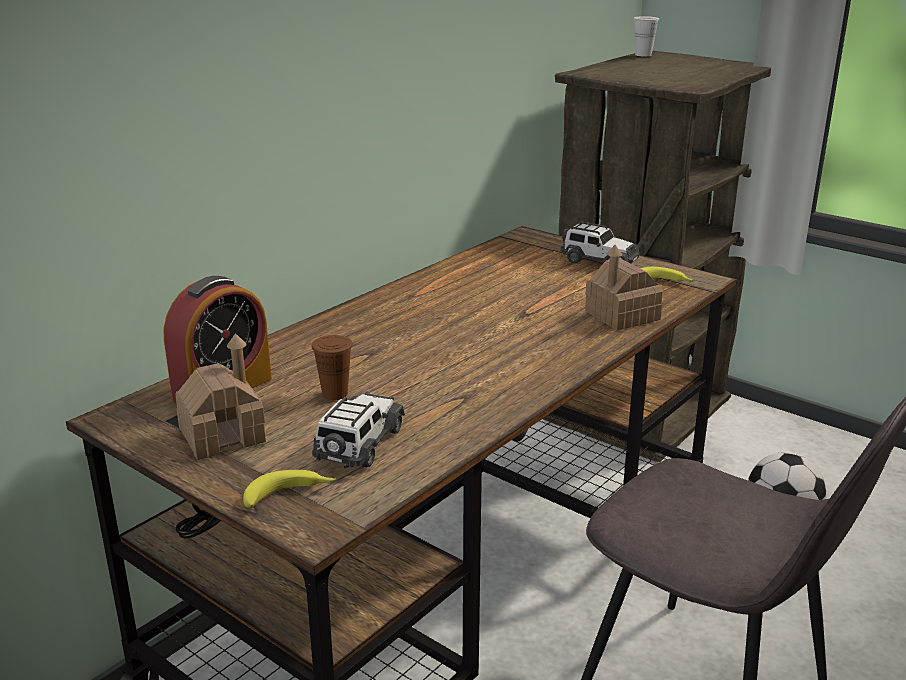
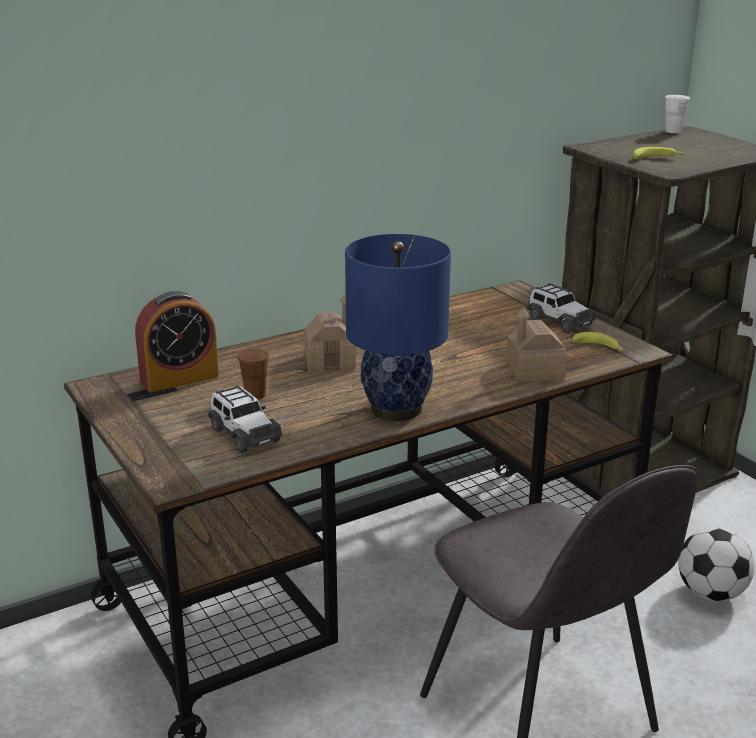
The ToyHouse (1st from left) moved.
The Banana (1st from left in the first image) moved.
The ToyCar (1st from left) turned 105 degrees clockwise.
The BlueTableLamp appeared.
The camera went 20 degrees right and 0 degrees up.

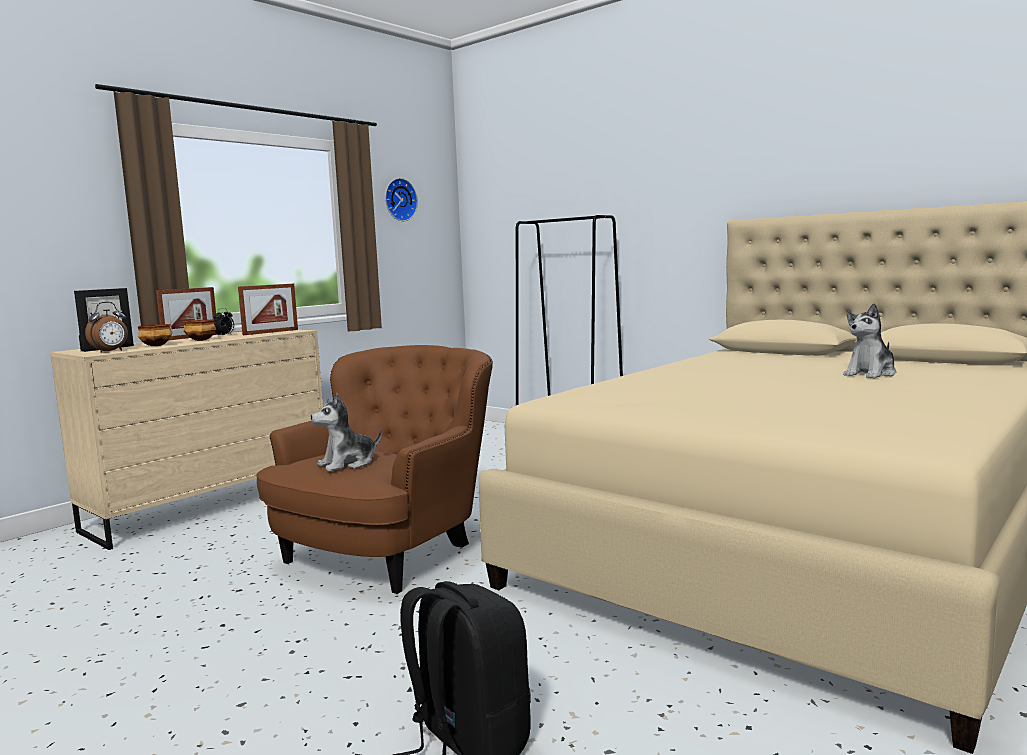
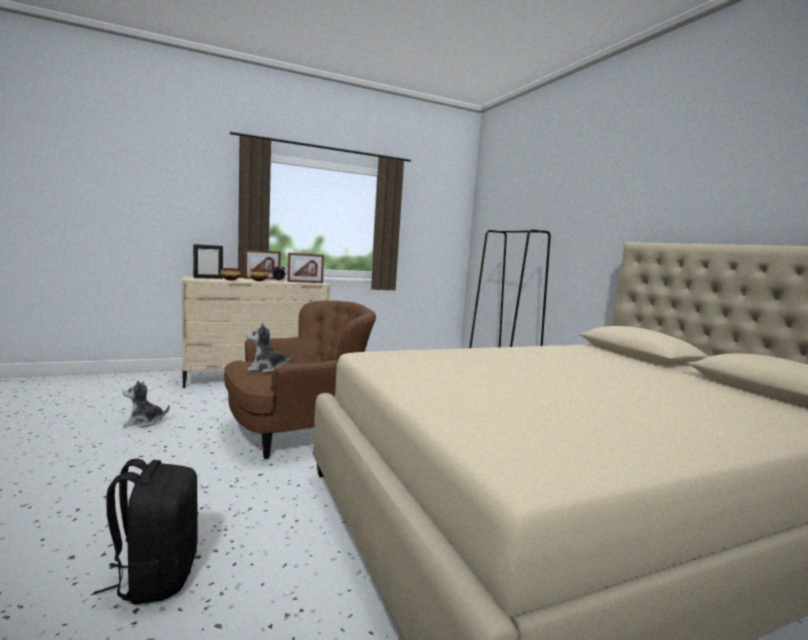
The AlarmClock (1st from left) disappeared.
The WallClock disappeared.
The PlushToy (2nd from left in the first image) moved.
The camera went 25 degrees right and 0 degrees up.

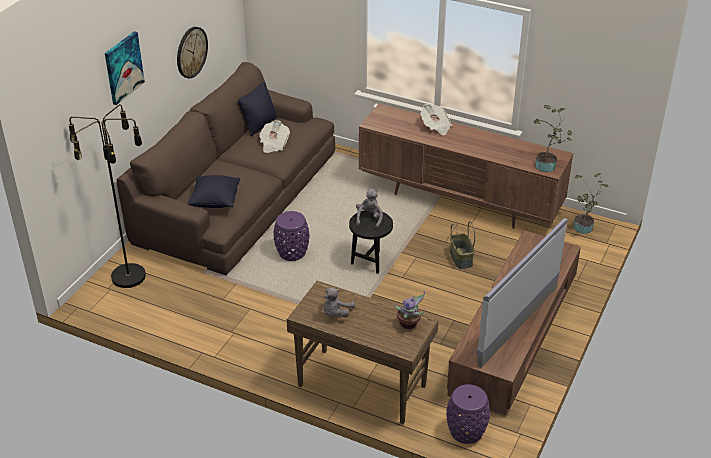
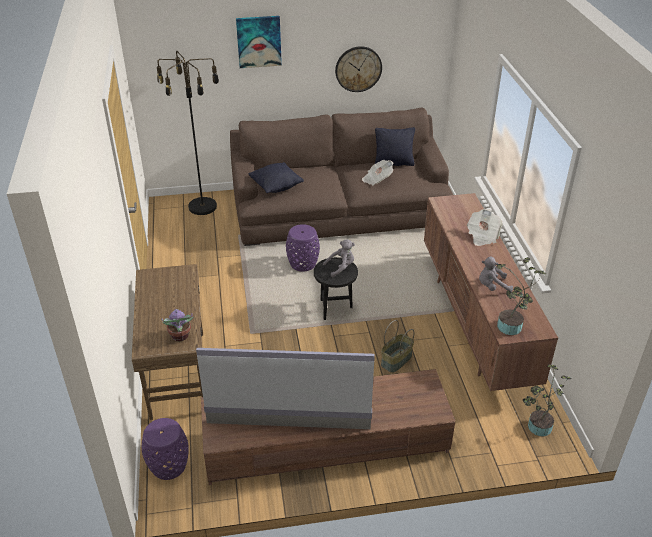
The GreyPlushToy (1st from left in the first image) moved.
The camera went 55 degrees right and 0 degrees up.

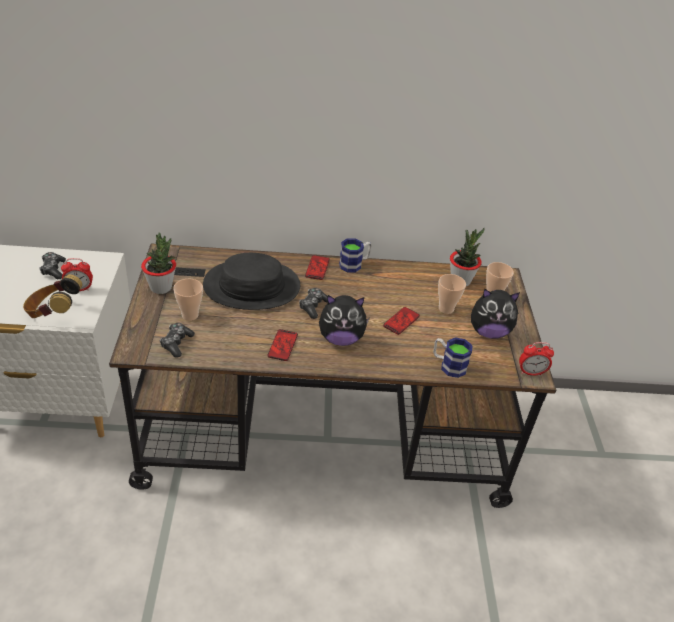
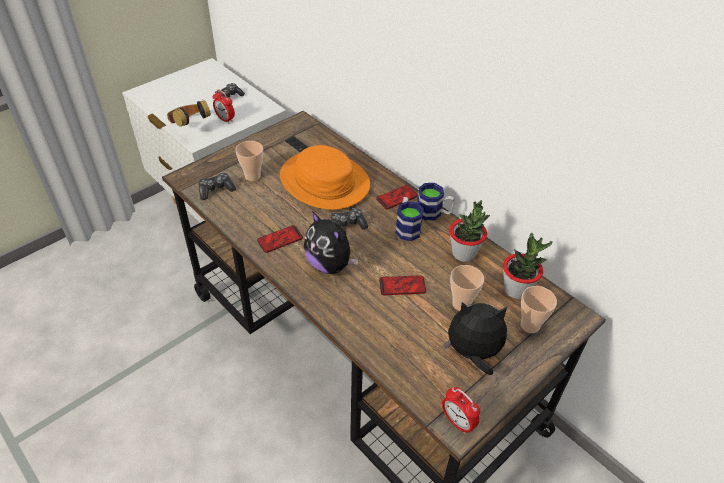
The PottedPlant (1st from left) moved.
The BlackHat became the OrangeHat.
The Mug (2nd from left in the first image) moved.
The PlushToy (2nd from left) turned 135 degrees clockwise.
The camera went 50 degrees right and 5 degrees up.

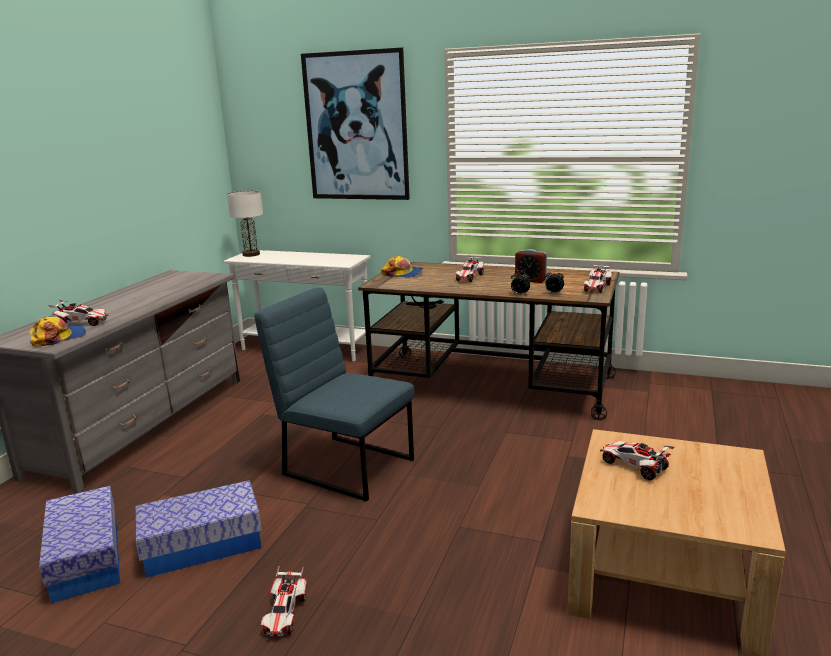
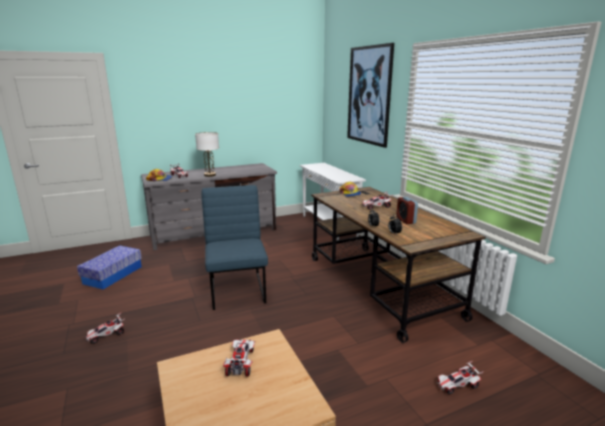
The StorageBox (2nd from left) disappeared.
The TableLamp moved.
The ToyCar (4th from left in the first image) moved.
The camera went 45 degrees right and 0 degrees up.

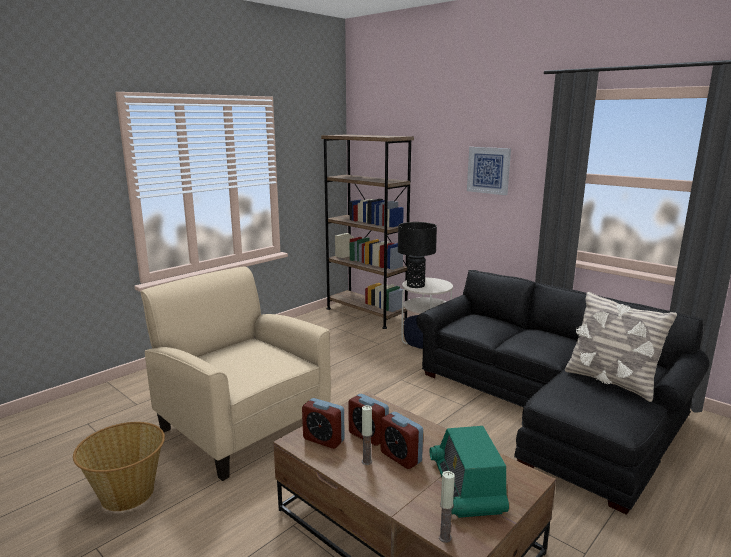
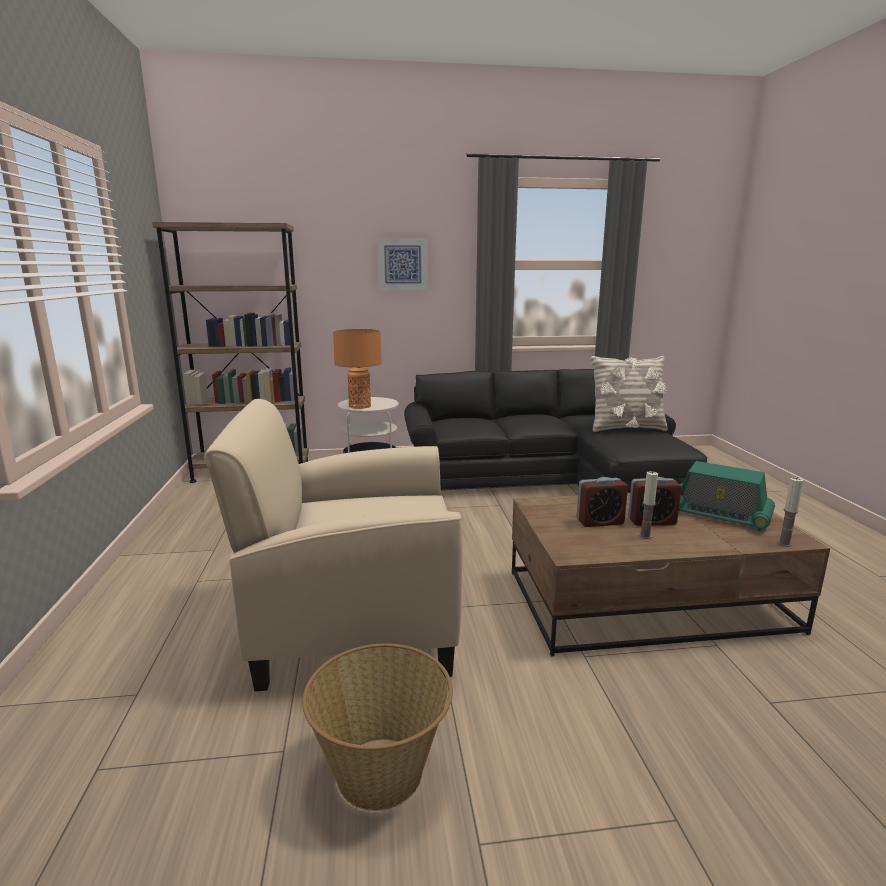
The AlarmClock (1st from left) disappeared.
The BlackTableLamp became the OrangeTableLamp.
The camera went 50 degrees left and 0 degrees up.

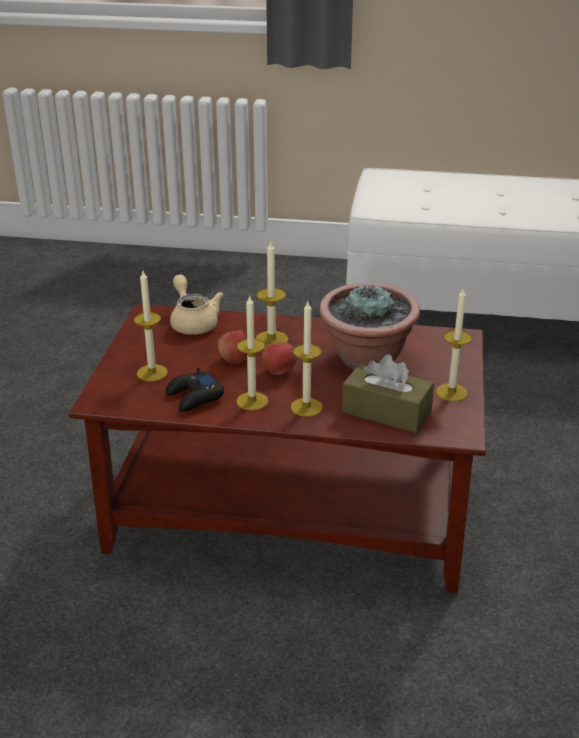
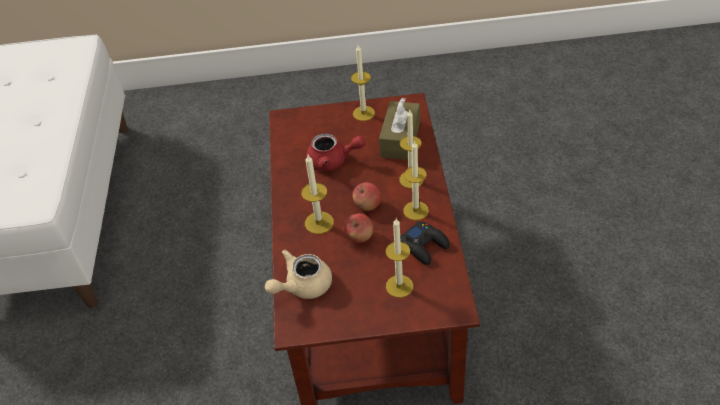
The PottedPlant was replaced by the RedTeapot.
The camera went 100 degrees left and 15 degrees up.

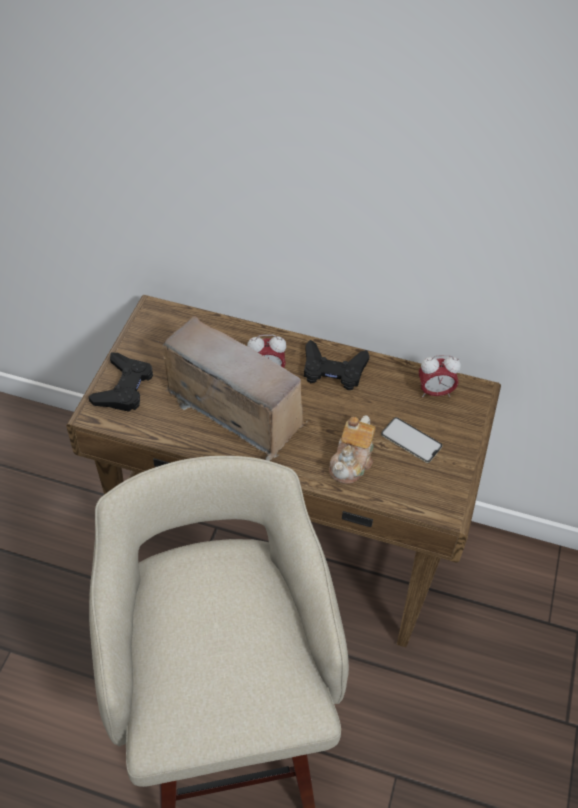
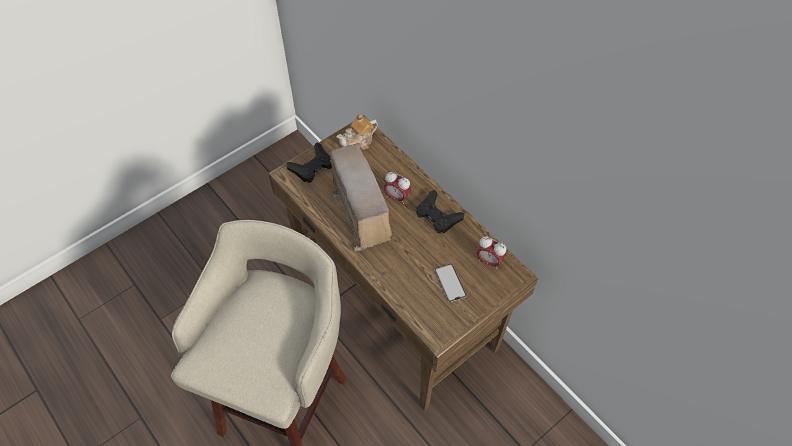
The Teapot moved.
The camera went 35 degrees right and 5 degrees up.

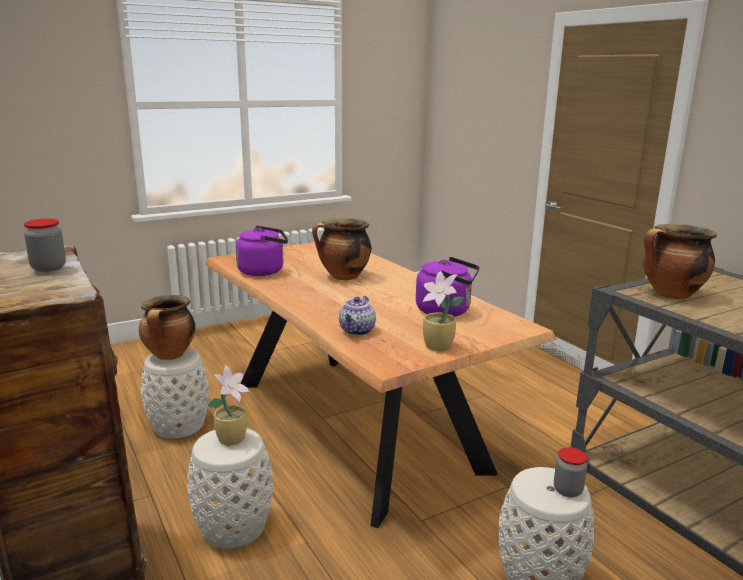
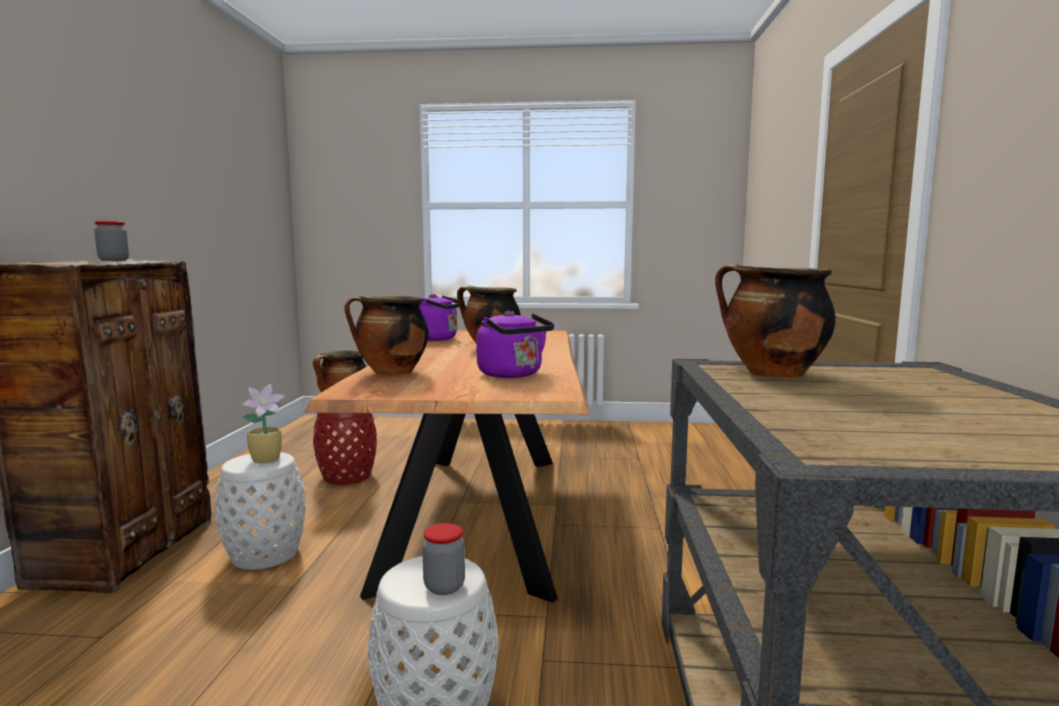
The WhiteStool (1st from left) became the RedStool.
The Teapot was replaced by the CookingPot (2nd from left).
The PottedPlant (2nd from left) disappeared.
The camera went 35 degrees right and 10 degrees down.

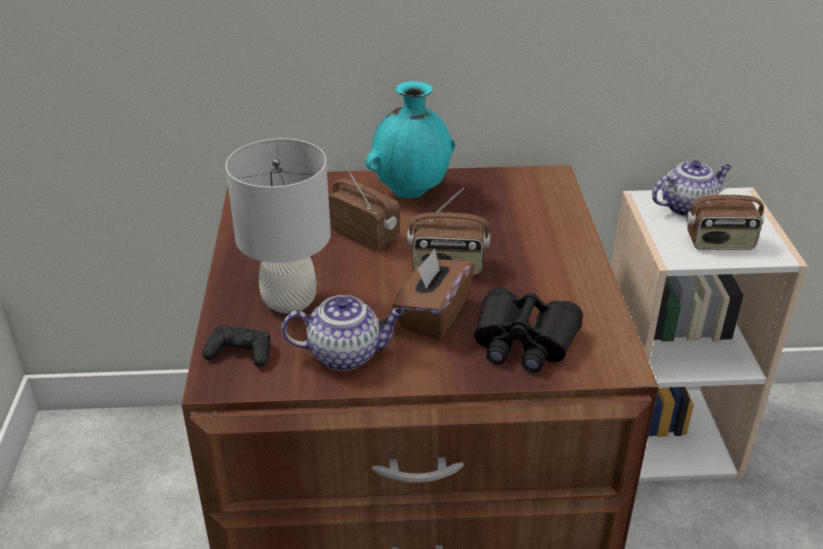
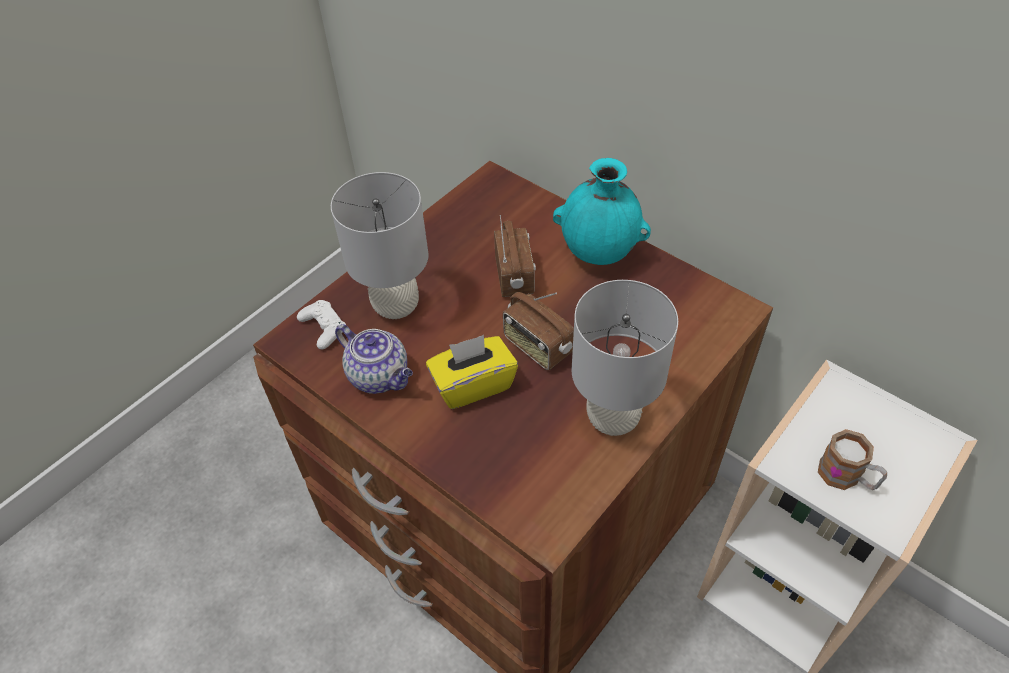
The BlackGameController became the WhiteGameController.
The BrownTissueBox became the YellowTissueBox.
The BlackBinoculars disappeared.
The Teapot (2nd from left) disappeared.
The Radio (3rd from left) was replaced by the Mug.
The GreyTableLamp (2nd from left) appeared.
The camera went 45 degrees right and 15 degrees up.

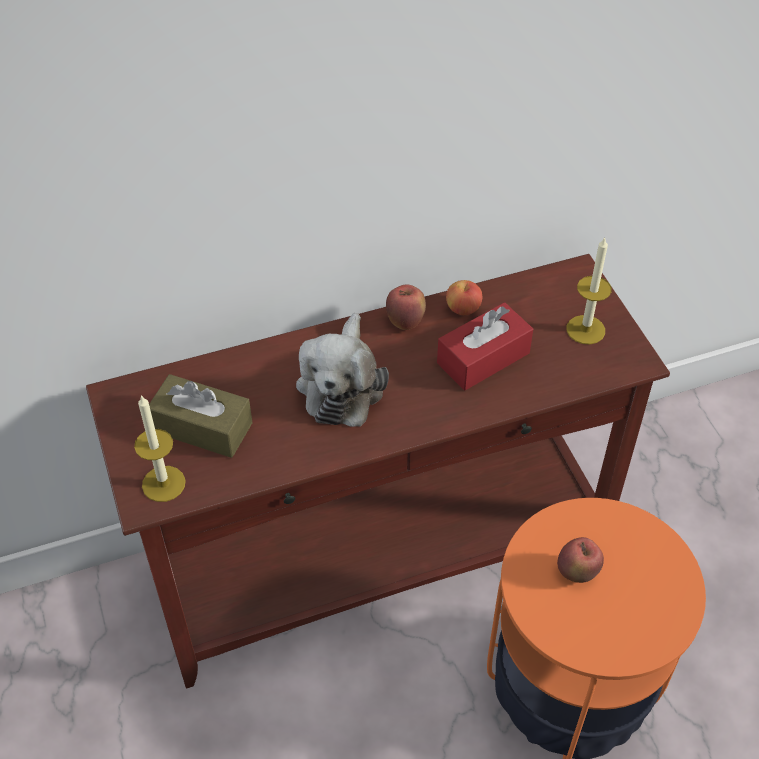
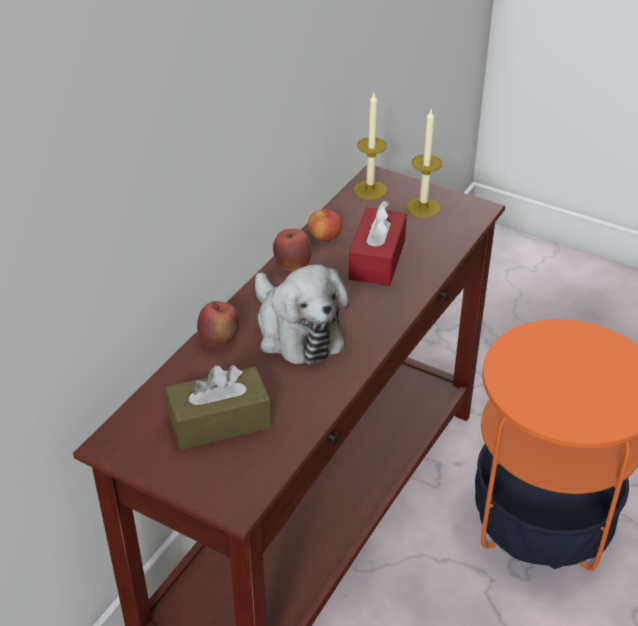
The Candle (1st from left) moved.
The Apple (3rd from left in the first image) moved.
The camera went 40 degrees left and 10 degrees down.

